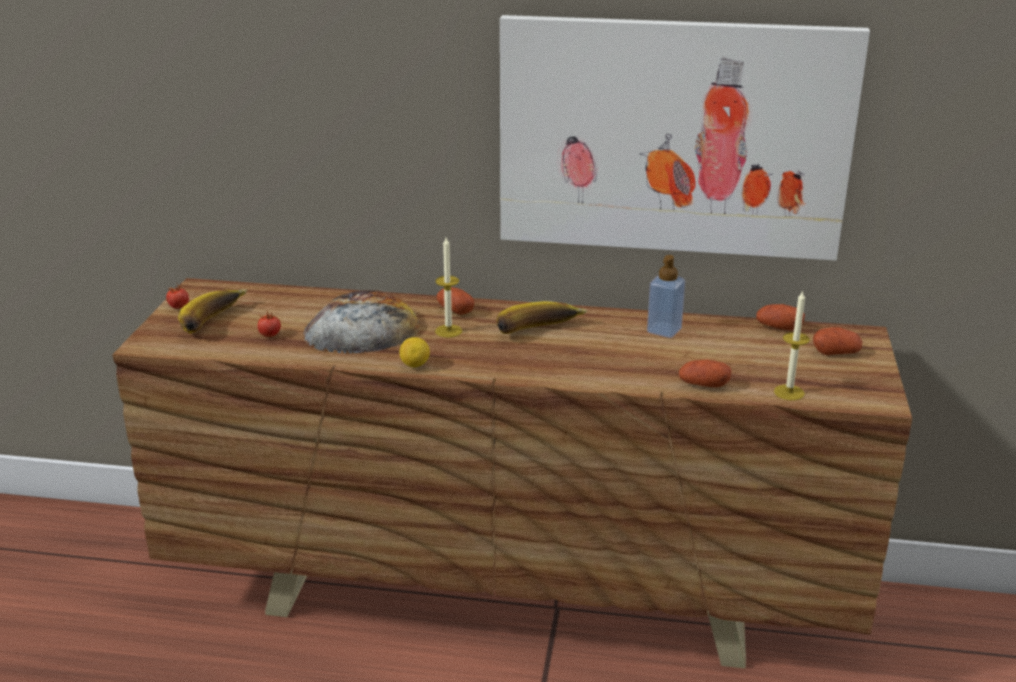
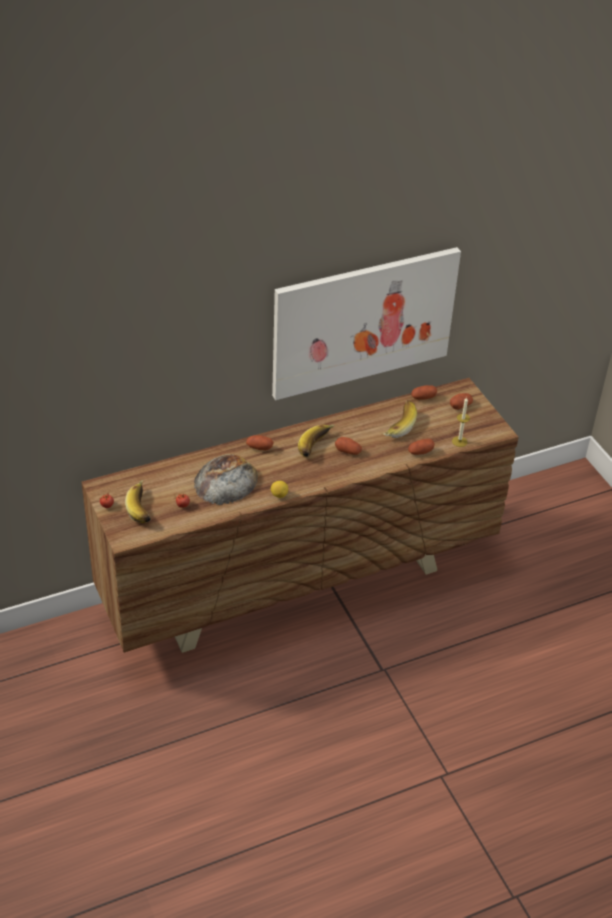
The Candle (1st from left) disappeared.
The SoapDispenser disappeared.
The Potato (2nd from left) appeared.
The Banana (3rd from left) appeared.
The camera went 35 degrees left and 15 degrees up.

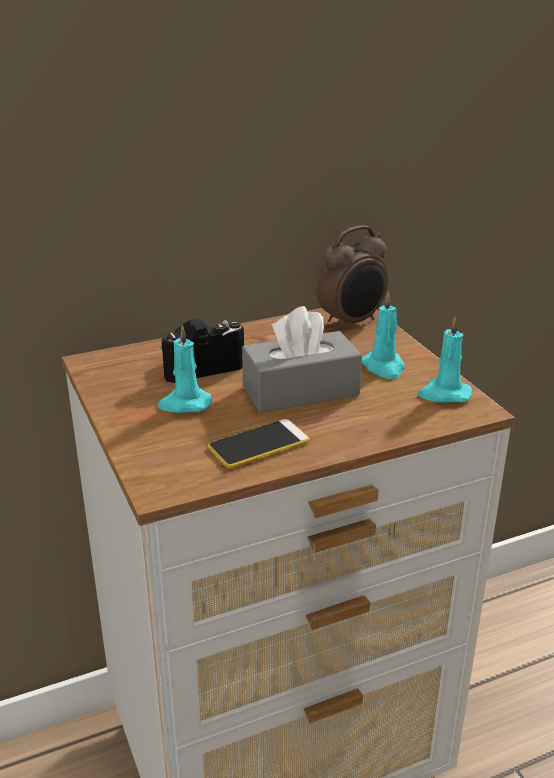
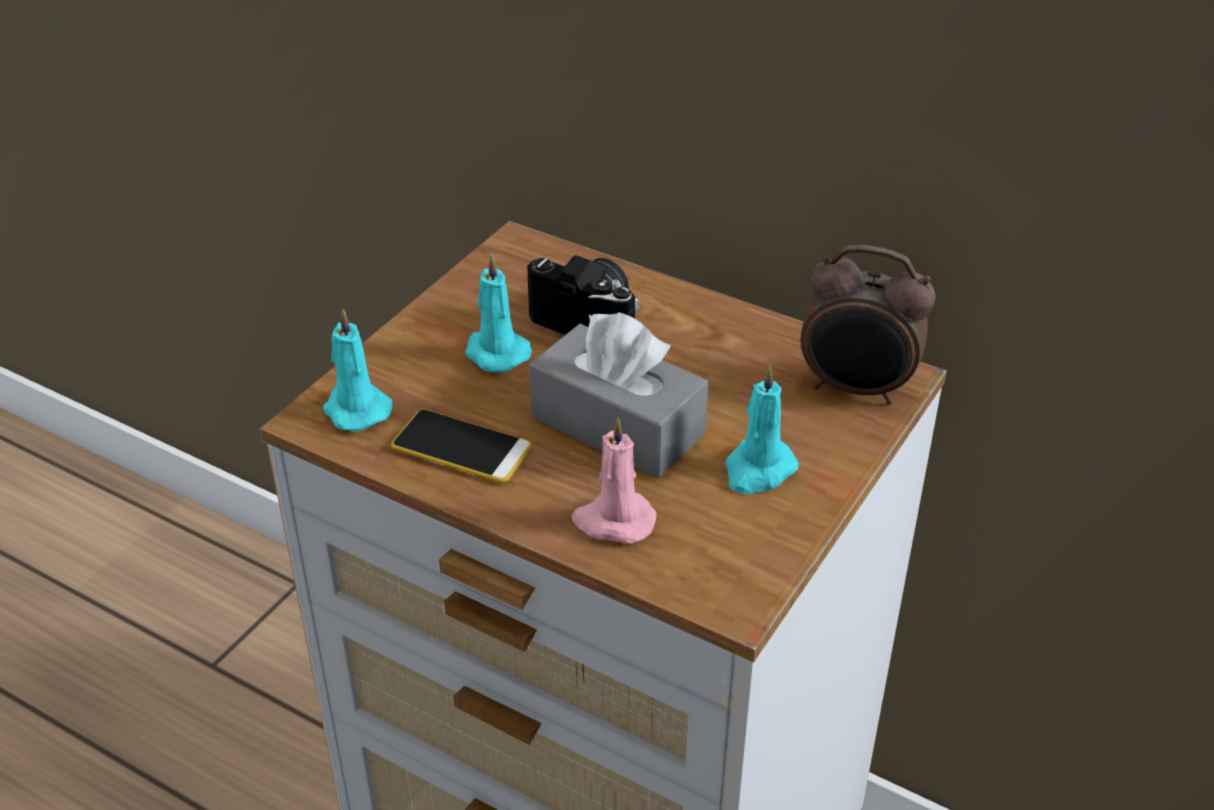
The TurquoiseCandle (3rd from left in the first image) moved.
The PinkCandle appeared.
The camera went 55 degrees right and 10 degrees up.

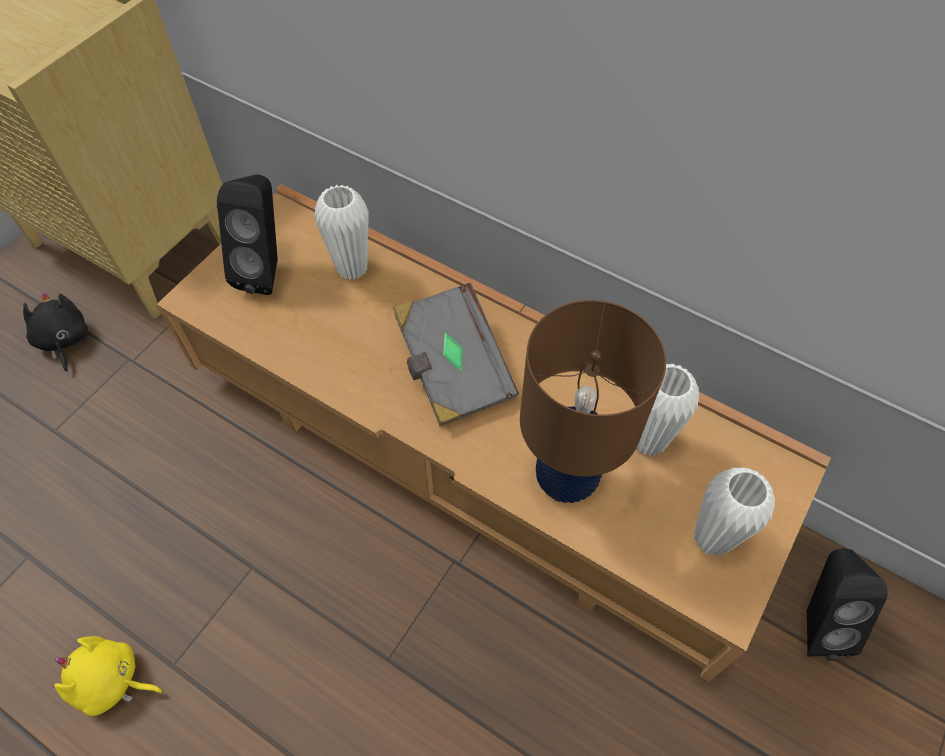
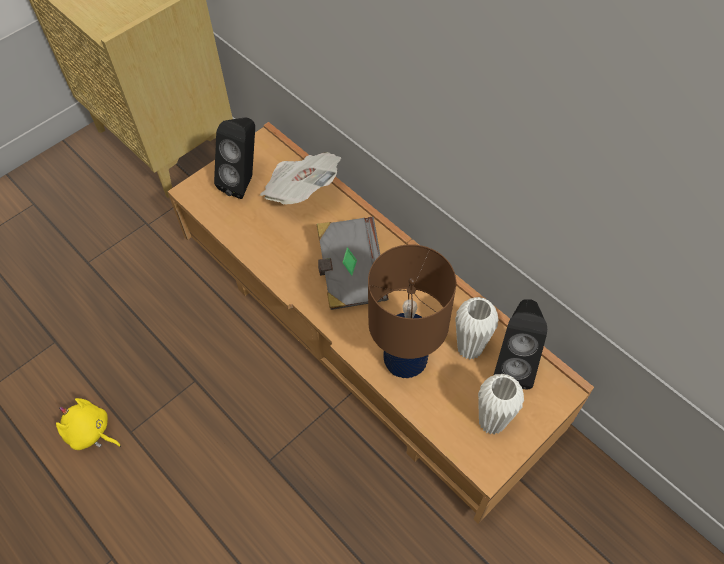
The BlackPlushToy disappeared.
The WhiteVase (1st from left) was replaced by the Newspaper.
The BlackSpeaker (2nd from left) moved.
The camera went 15 degrees right and 0 degrees up.

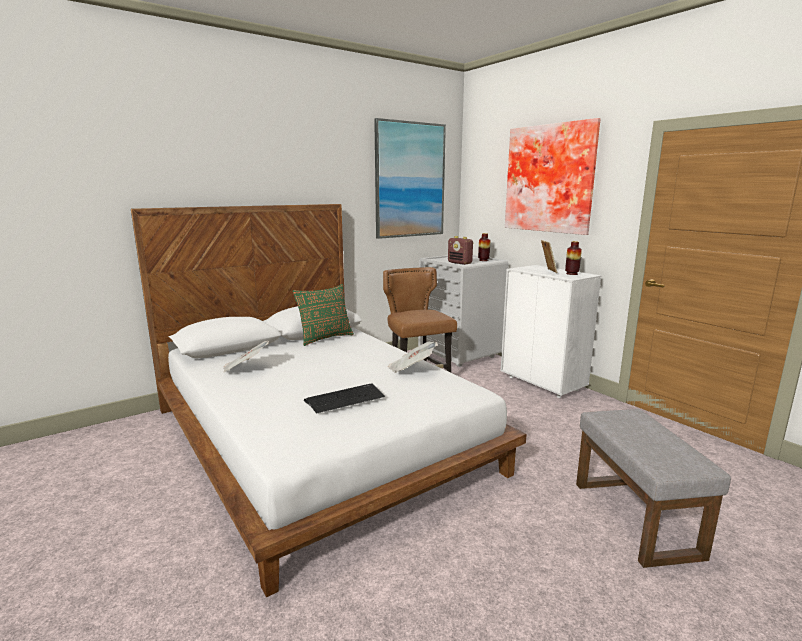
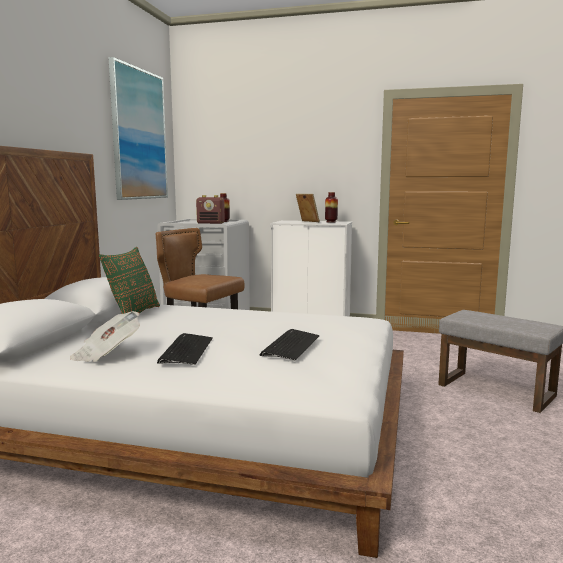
The Newspaper (2nd from left) disappeared.
The Picture (2nd from left) disappeared.
The Keyboard (1st from left) appeared.
The camera went 40 degrees left and 5 degrees down.

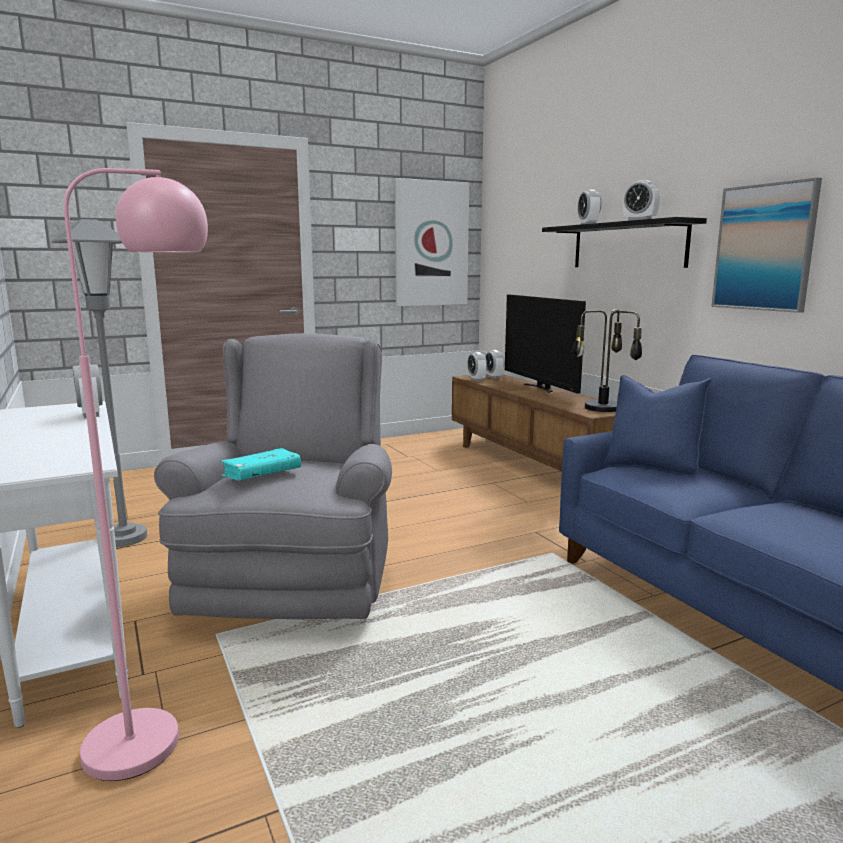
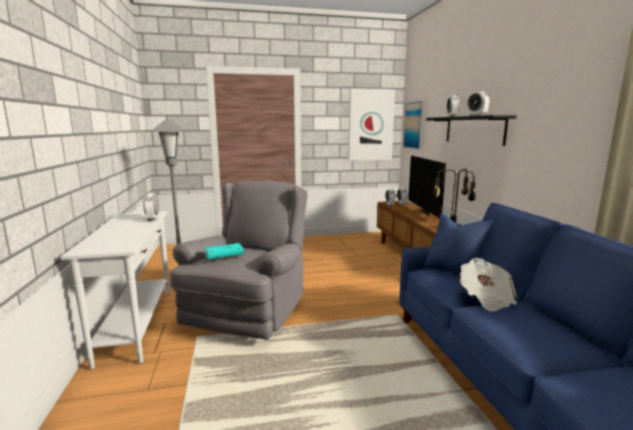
The PinkFloorLamp disappeared.
The Picture (2nd from left) moved.
The Newspaper appeared.
The camera went 15 degrees right and 0 degrees up.

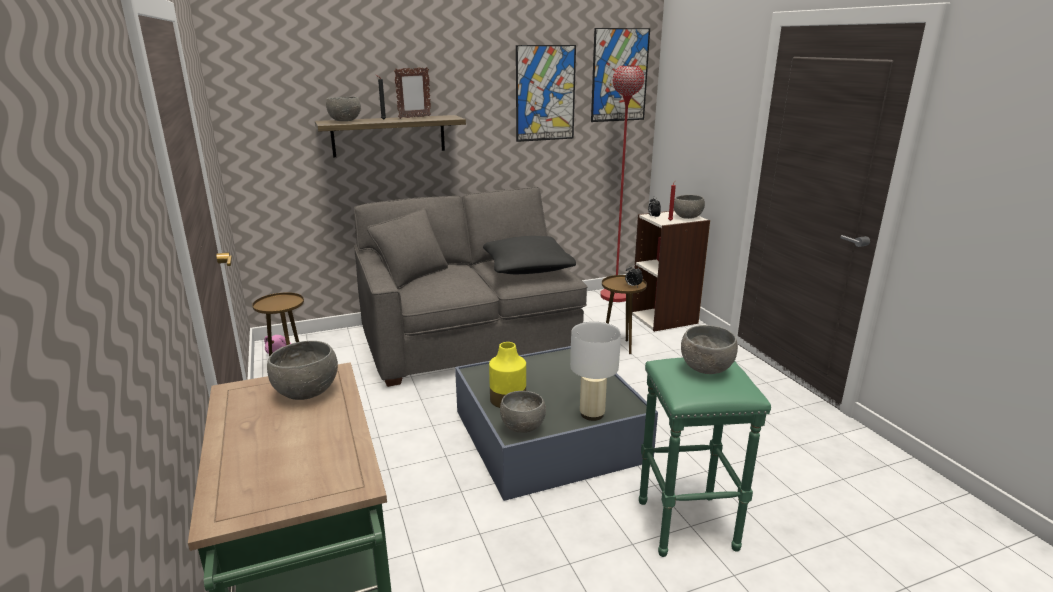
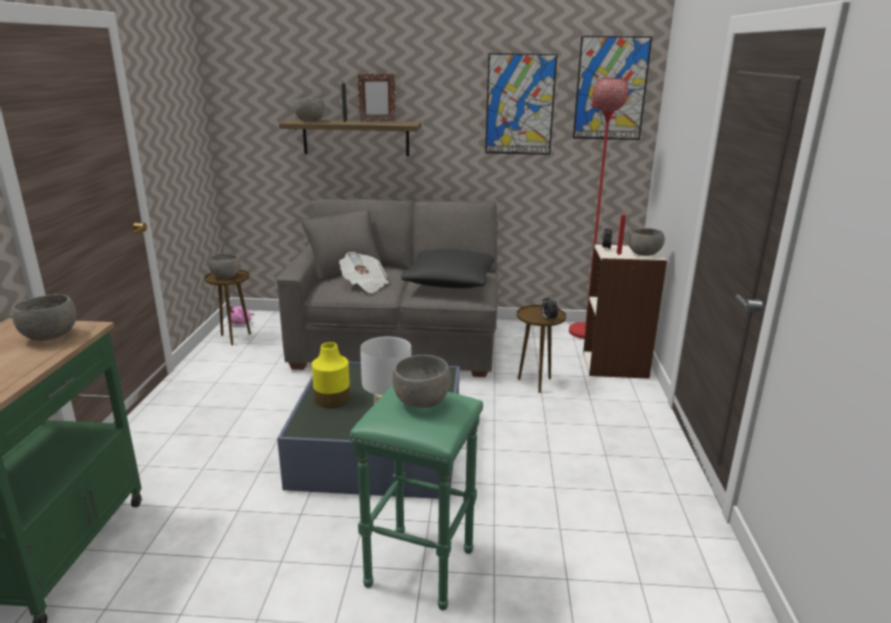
The GreyBowl (3rd from left in the first image) moved.
The Newspaper appeared.
The camera went 25 degrees right and 0 degrees up.

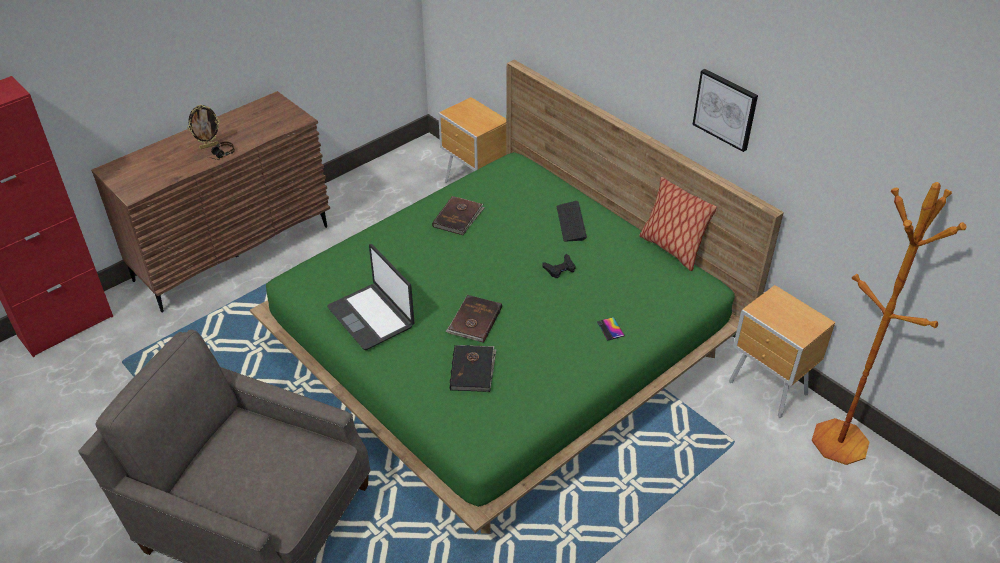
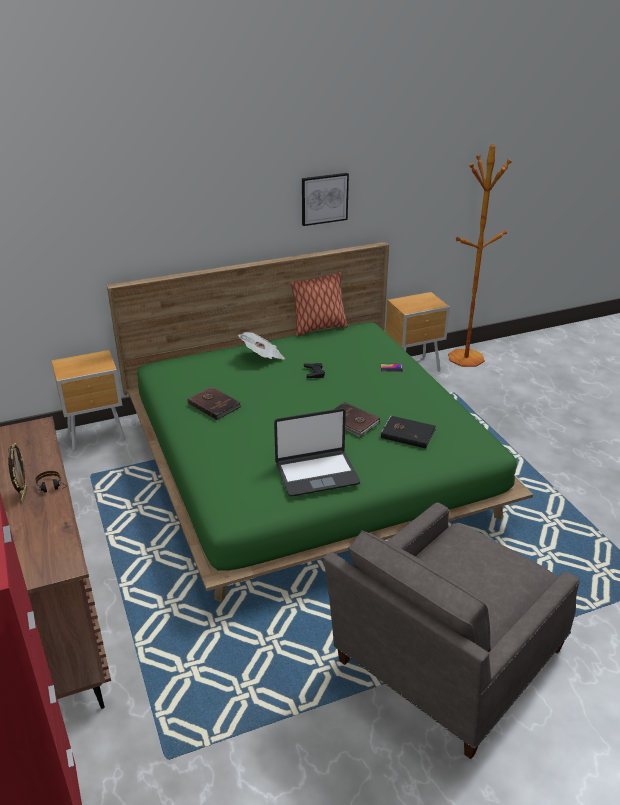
The Keyboard was replaced by the Newspaper.
The camera went 70 degrees left and 10 degrees down.

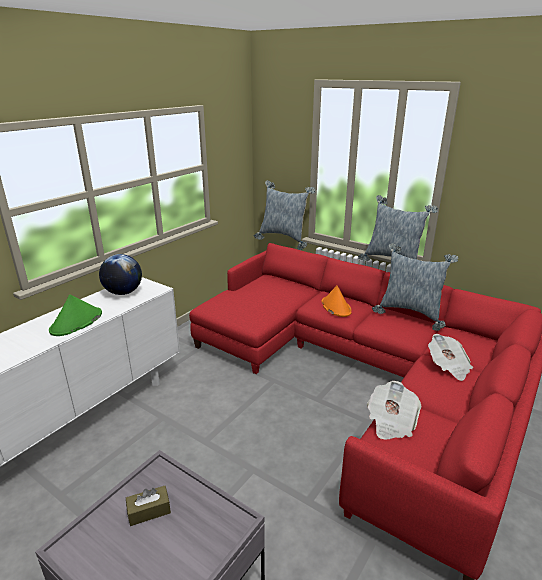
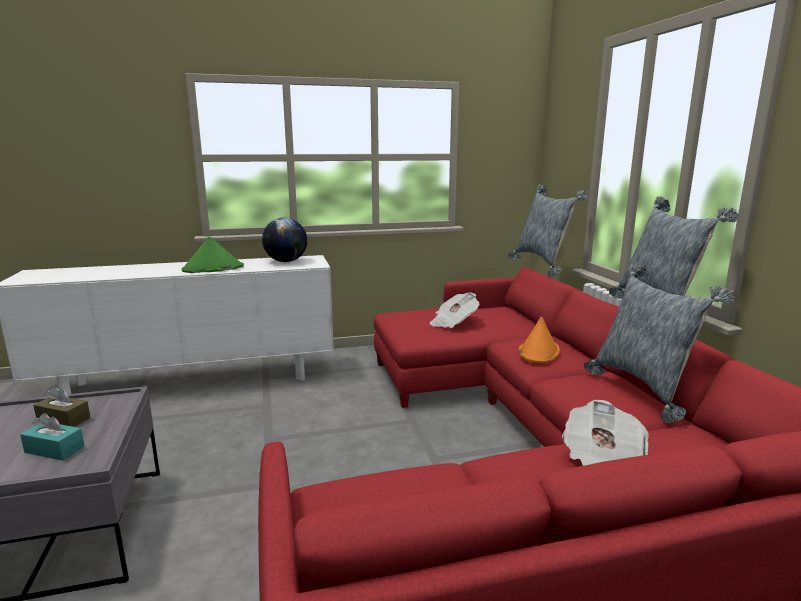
The Newspaper (1st from left) moved.
The TurquoiseTissueBox appeared.
The camera went 40 degrees right and 10 degrees down.

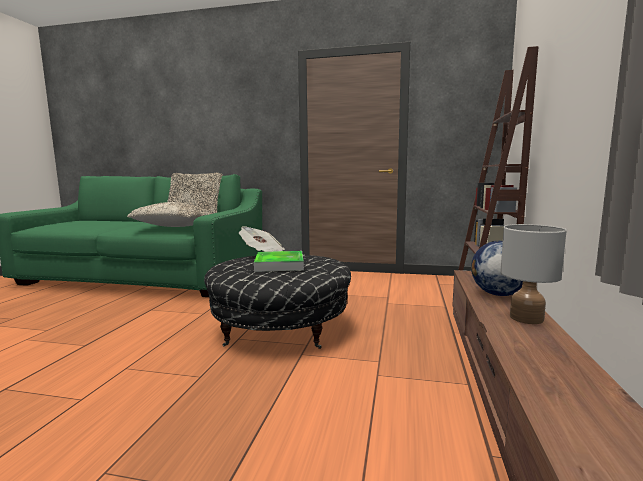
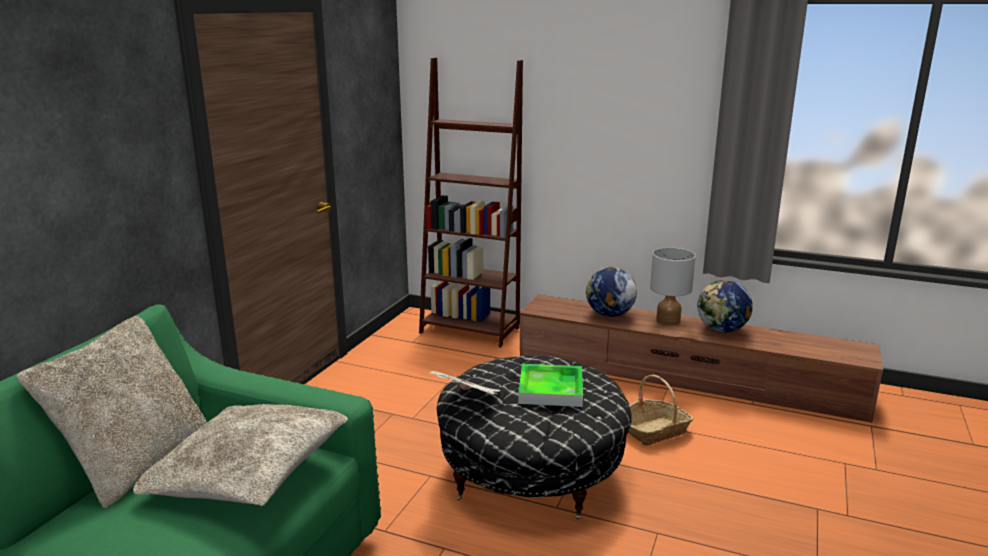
The Basket appeared.
The Globe (2nd from left) appeared.
The camera went 80 degrees left and 10 degrees up.

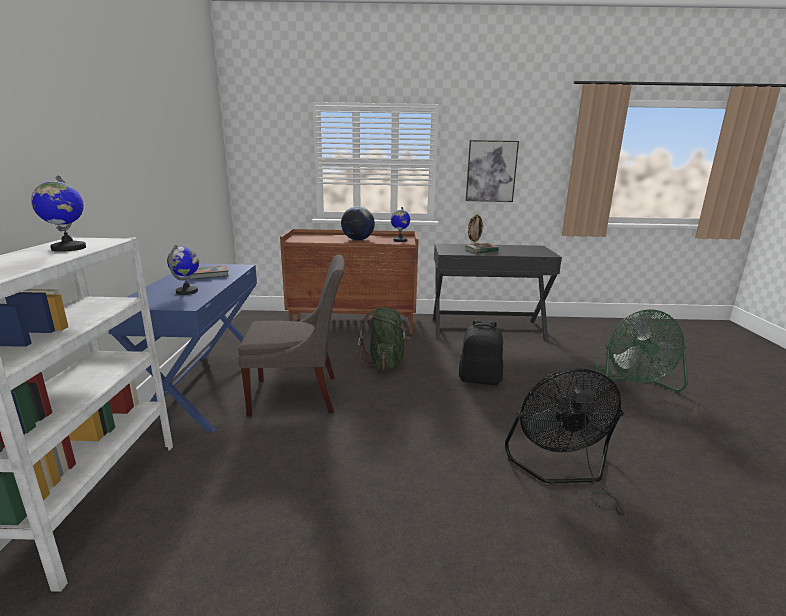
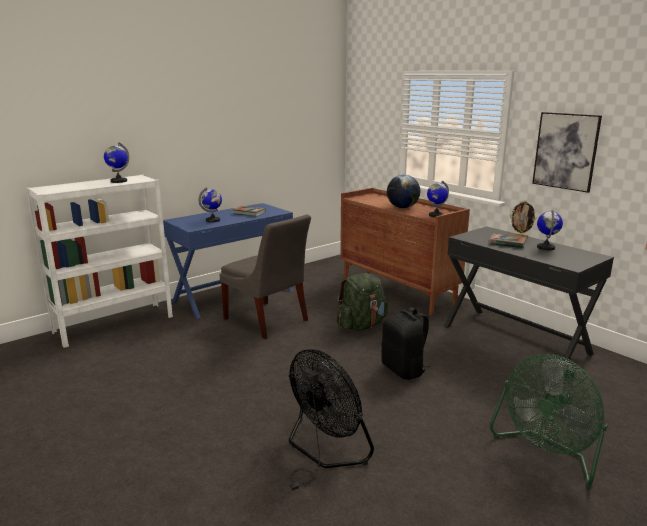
The Globe (5th from left) appeared.
The camera went 50 degrees right and 0 degrees up.

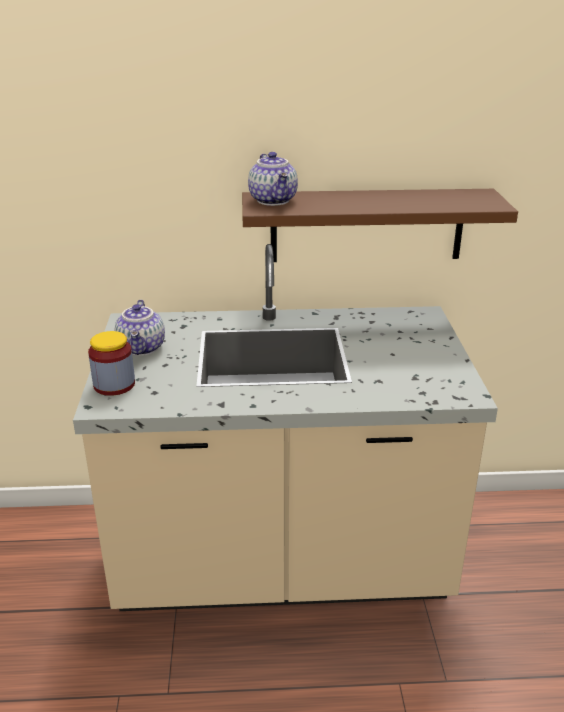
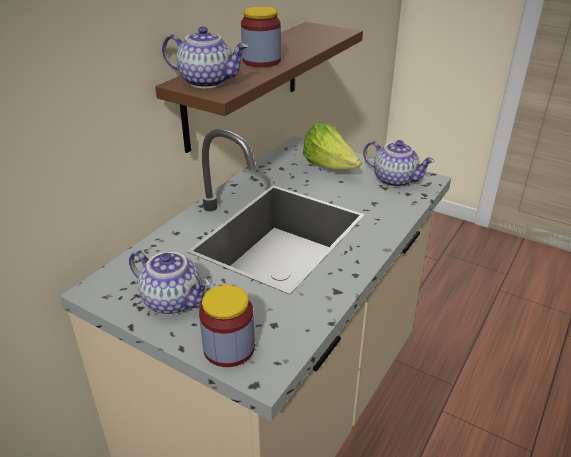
The Jar (2nd from left) appeared.
The Lettuce appeared.
The Teapot (3rd from left) appeared.
The camera went 55 degrees left and 5 degrees up.

